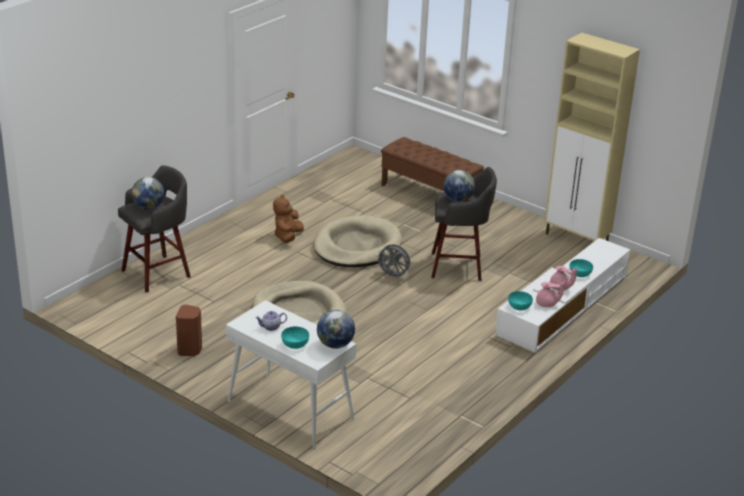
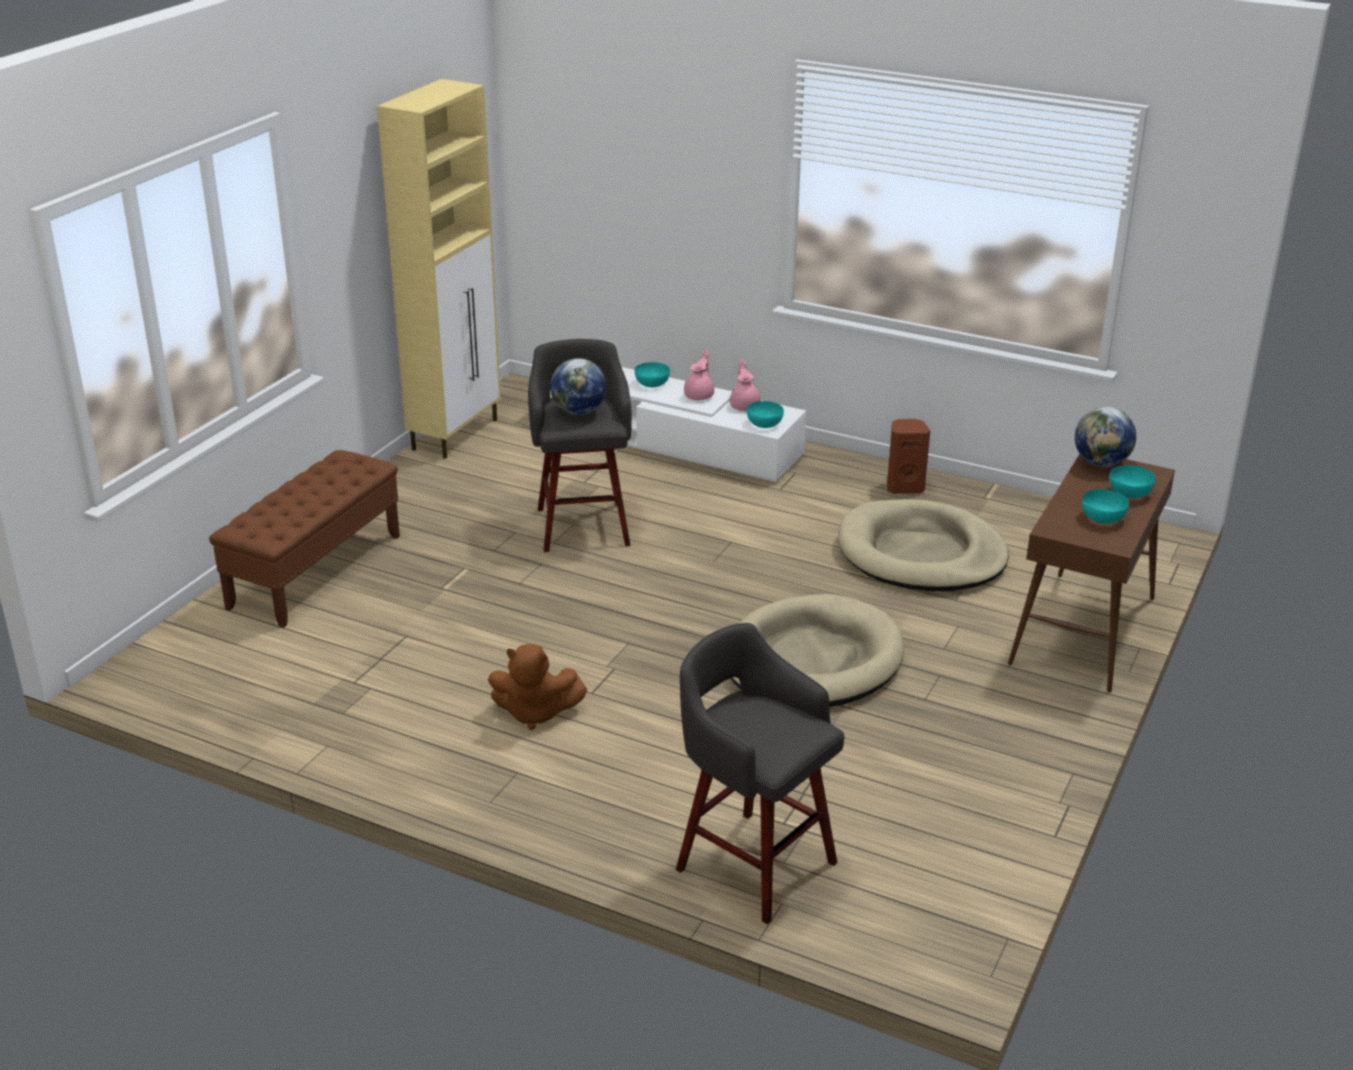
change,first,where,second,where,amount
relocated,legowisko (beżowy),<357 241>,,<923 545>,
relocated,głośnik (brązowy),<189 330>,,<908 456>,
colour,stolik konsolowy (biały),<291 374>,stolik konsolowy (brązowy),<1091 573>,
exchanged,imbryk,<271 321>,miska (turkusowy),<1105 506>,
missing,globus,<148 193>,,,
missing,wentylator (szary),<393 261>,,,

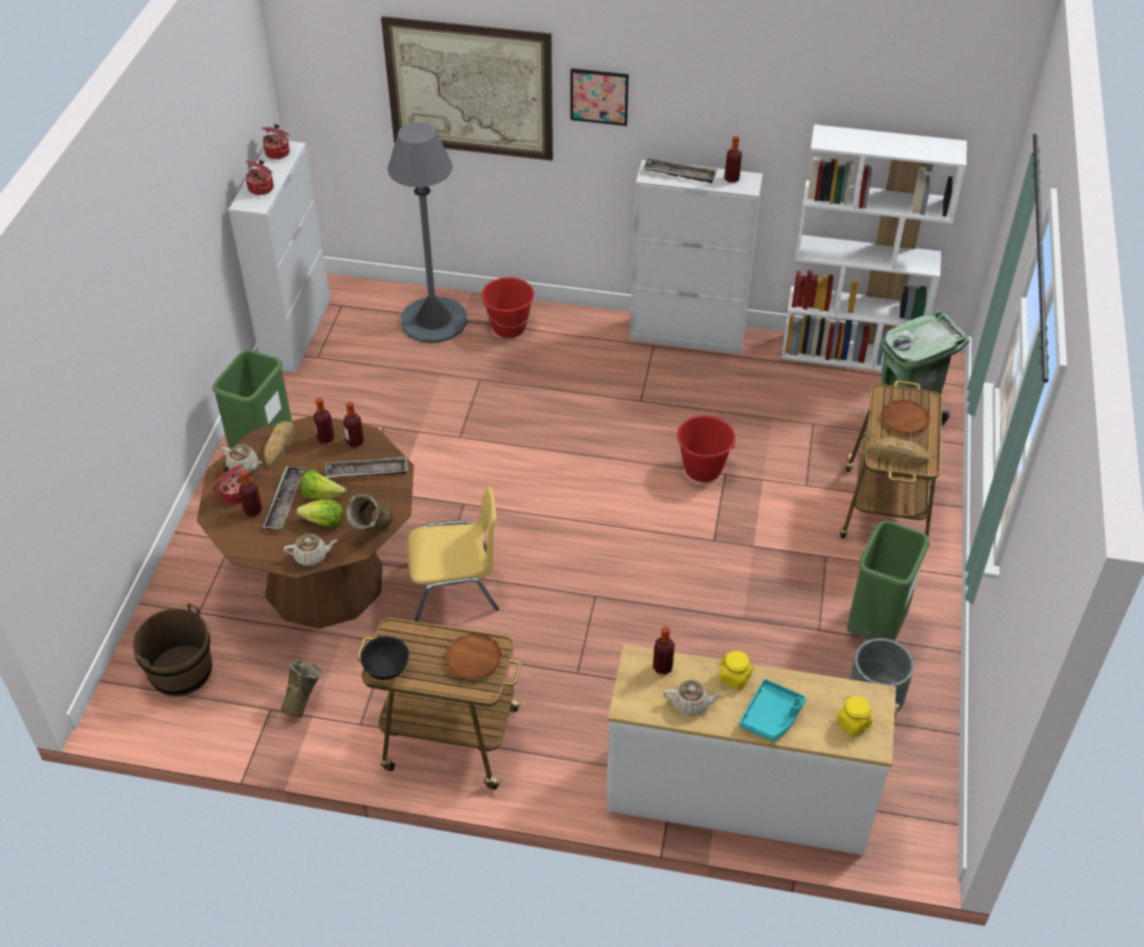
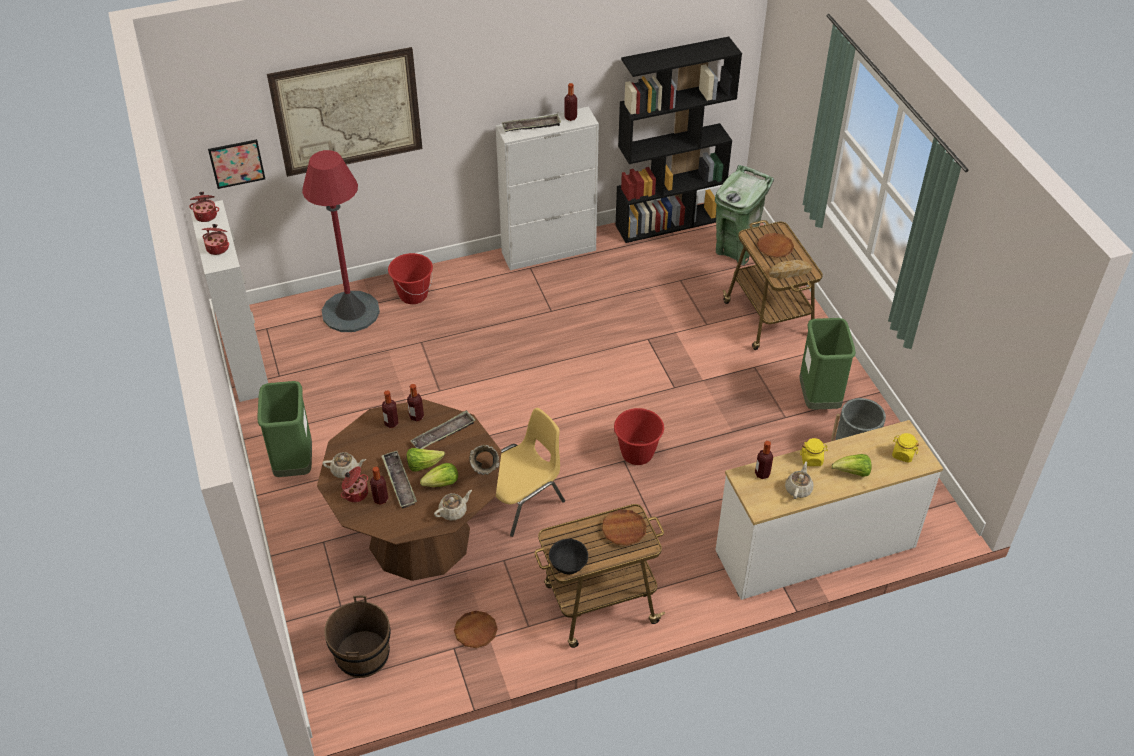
change,first,where,second,where,amount
relocated,obraz,<599 97>,,<236 164>,
colour,lampa stojąca (szary),<427 232>,lampa stojąca (czerwony),<341 241>,
exchanged,wazon (beżowy),<302 689>,talerz (brązowy),<476 629>,
relocated,wiadro (czerwony),<706 449>,,<638 436>,
colour,regał (biały),<874 248>,regał (czarny),<678 140>,
spun,imbryk (beżowy),<693 698>,,<799 480>,45 degrees counterclockwise
exchanged,taca (turkusowy),<772 710>,sałata,<851 465>,
missing,chleb,<279 444>,,,

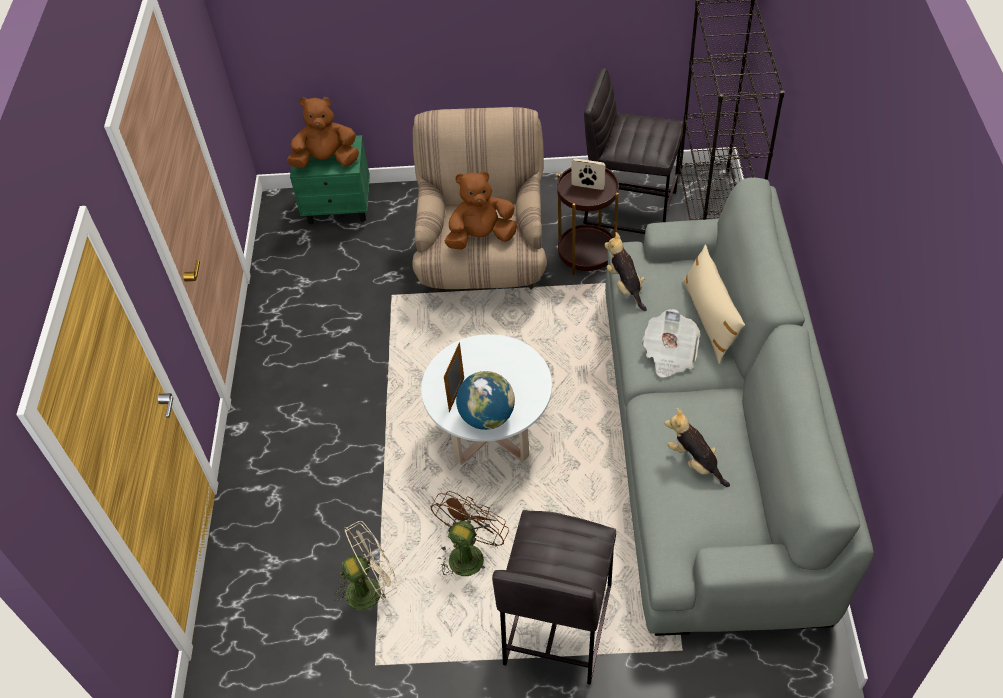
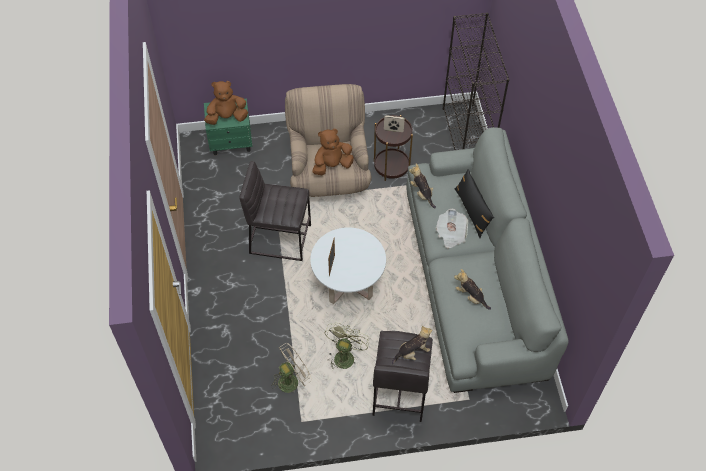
change,first,where,second,where,amount
relocated,stołek (szary),<633 151>,,<275 211>,
colour,wentylator (brązowy),<469 535>,wentylator (zielony),<347 346>,
appeared,,,pluszak,<412 344>,
colour,poduszka (beżowy),<713 304>,poduszka (czarny),<474 203>,
missing,globus,<485 400>,,,

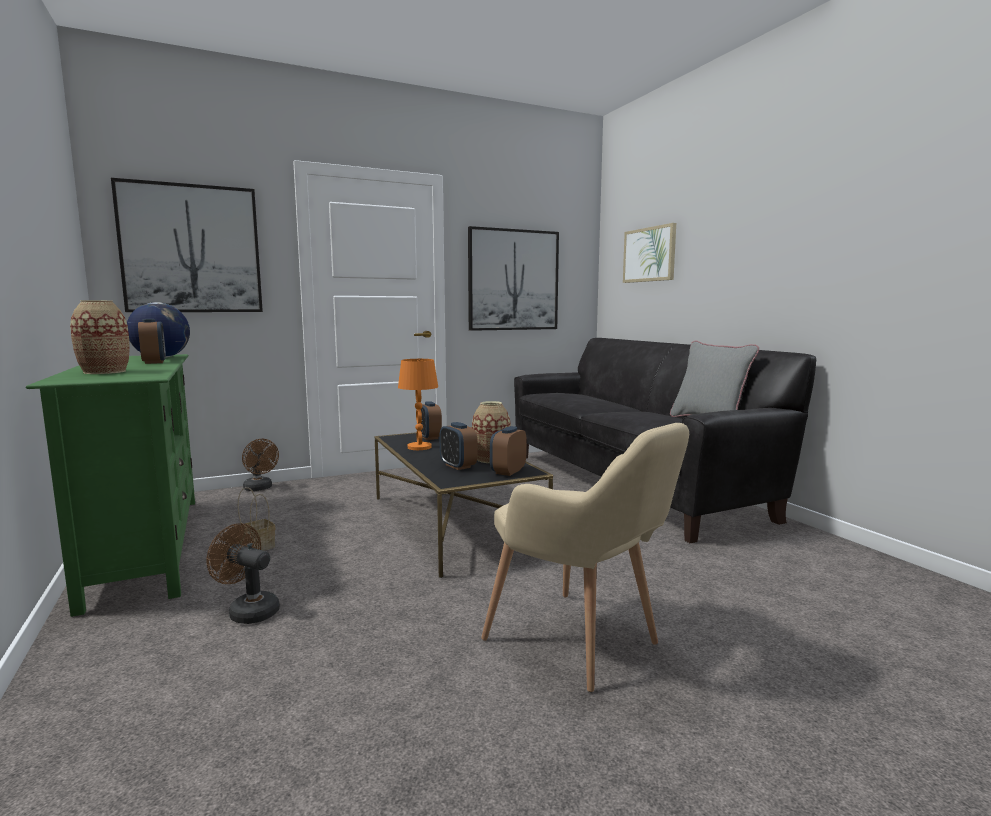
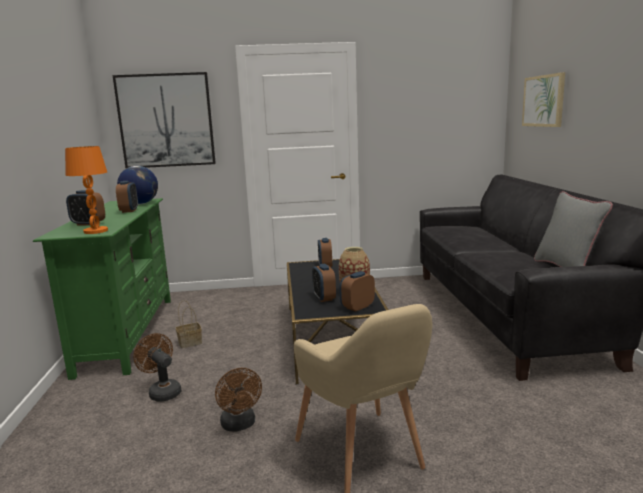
change,first,where,second,where,amount
relocated,lampa stołowa (pomarańczowy),<418 404>,,<86 190>,
exchanged,wazon,<100 337>,budzik,<85 208>,
relocated,wentylator (brązowy),<260 465>,,<238 400>,
missing,obraz,<513 278>,,,

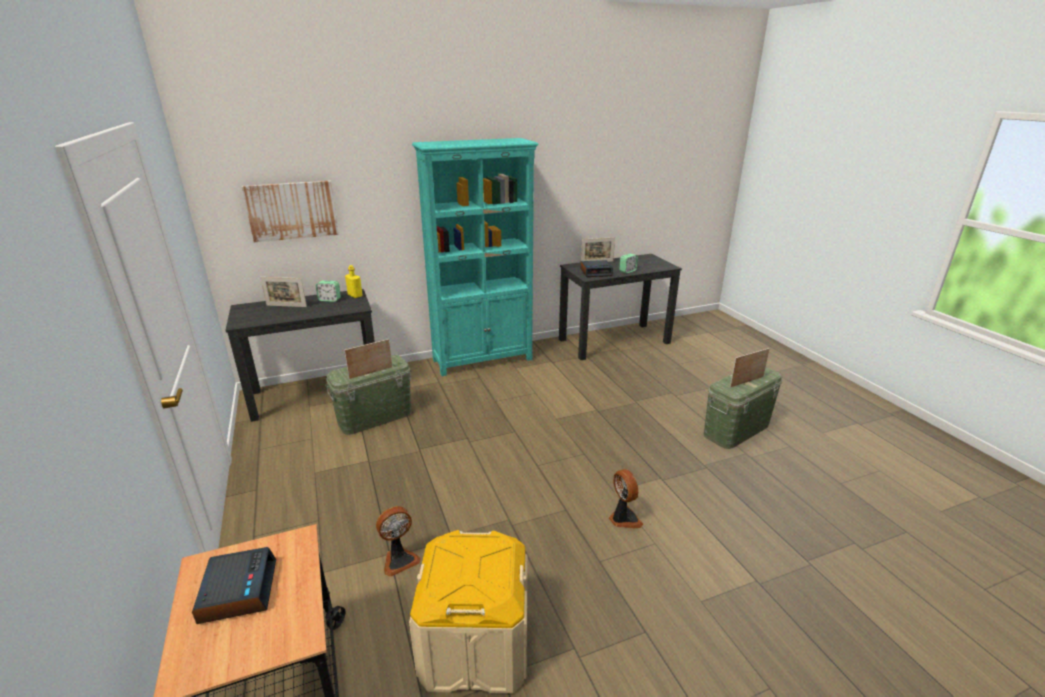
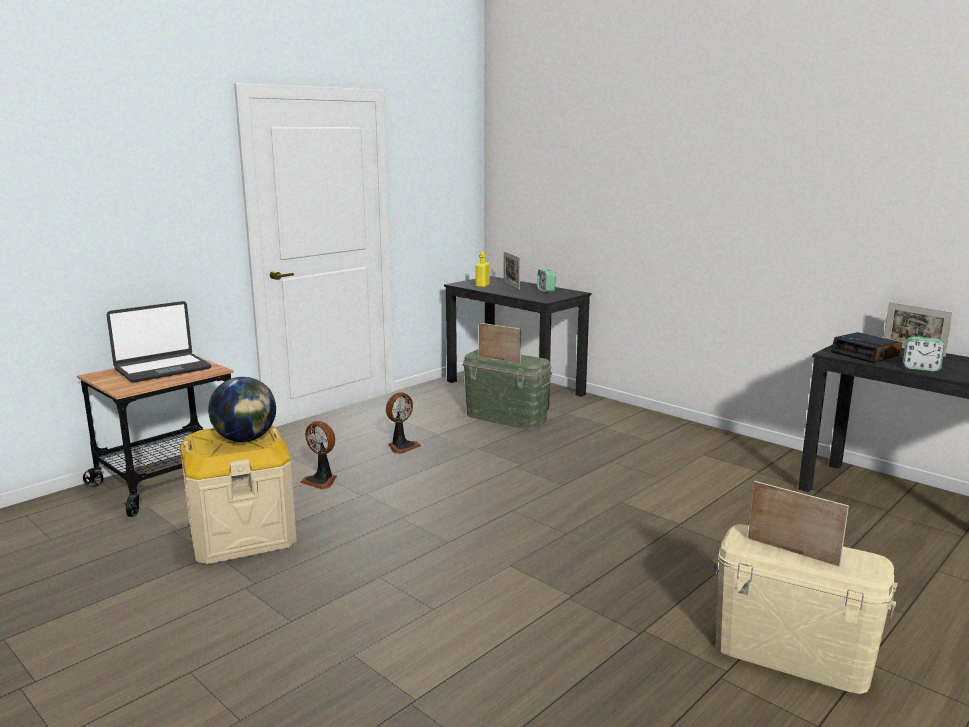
change,first,where,second,where,amount
exchanged,budzik,<234 585>,laptop,<159 342>,
appeared,,,globus,<242 409>,
relocated,wentylator,<626 498>,,<403 423>,
relocated,butelka (żółty),<353 281>,,<482 269>,
colour,pojemnik do przechowywania (zielony),<743 408>,pojemnik do przechowywania (beżowy),<805 609>,
missing,obraz,<290 211>,,,
missing,regał (turkusowy),<475 257>,,,

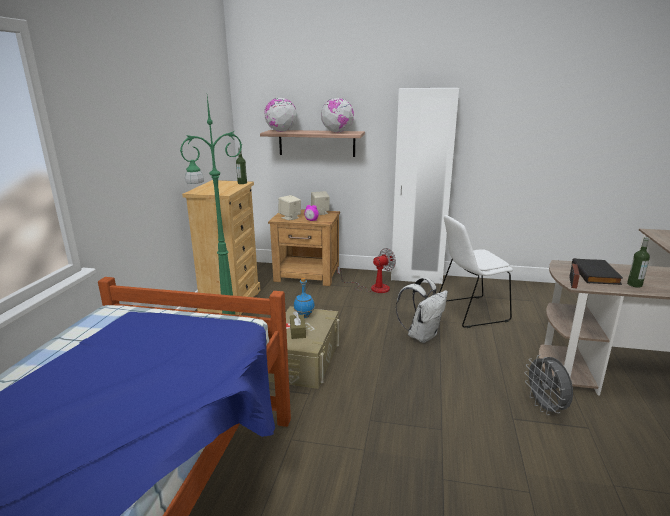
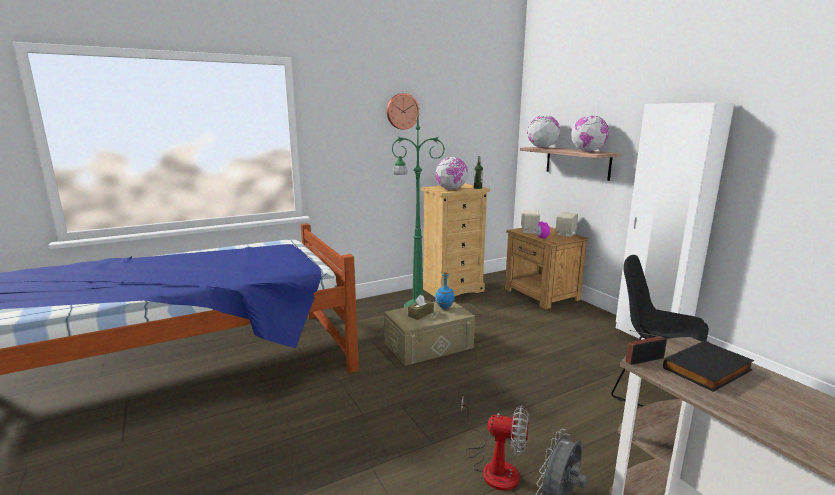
change,first,where,second,where,amount
appeared,,,zegar ścienny,<403 111>,
appeared,,,globus,<451 173>,
relocated,wentylator,<366 270>,,<495 443>,
colour,krzesło (biały),<476 271>,krzesło (czarny),<660 331>,
missing,plecak (biały),<422 310>,,,
missing,butelka,<638 262>,,,

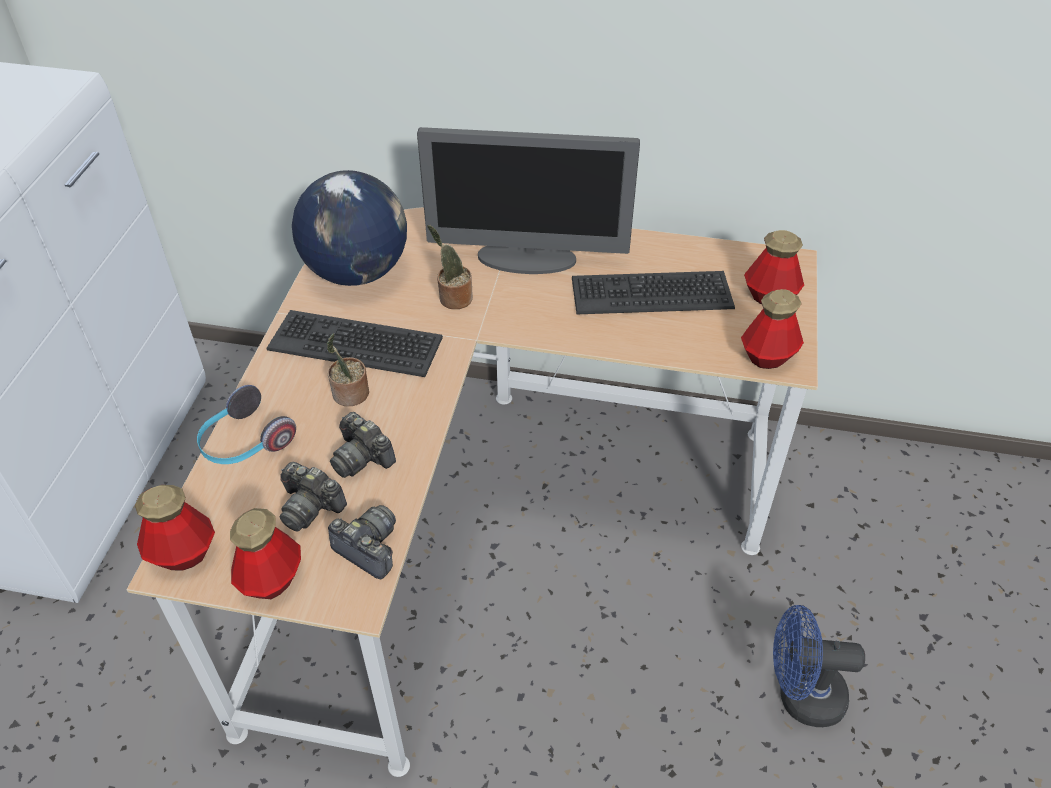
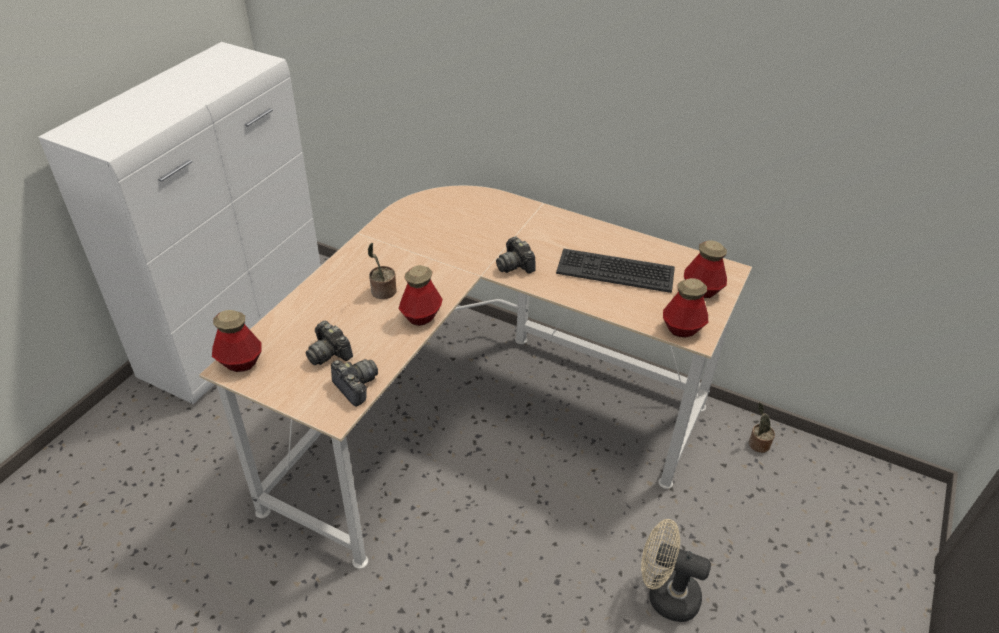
change,first,where,second,where,amount
relocated,butelka,<265 553>,,<420 295>,
relocated,aparat fotograficzny,<363 445>,,<516 255>,
colour,wentylator (niebieski),<819 666>,wentylator (beżowy),<676 570>,
relocated,roślina doniczkowa,<450 267>,,<762 427>,
missing,słuchawki,<246 424>,,,
missing,klawiatura,<355 343>,,,
missing,globus,<349 228>,,,
missing,monitor,<528 200>,,,

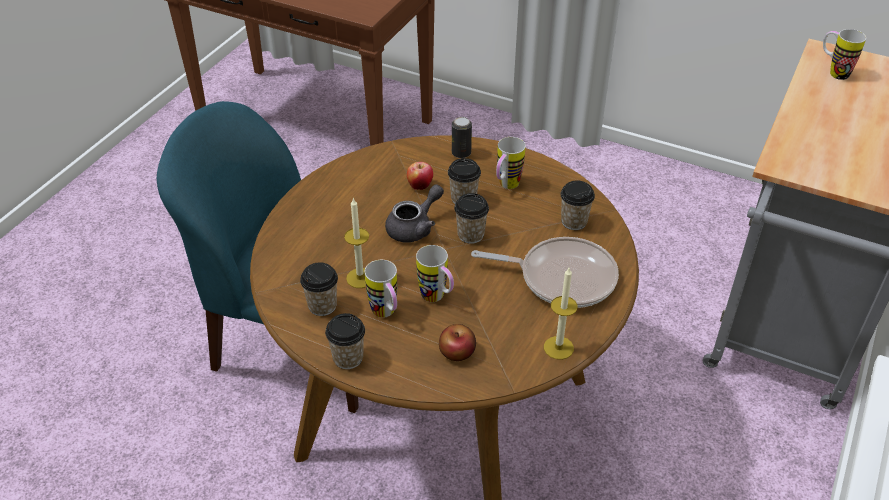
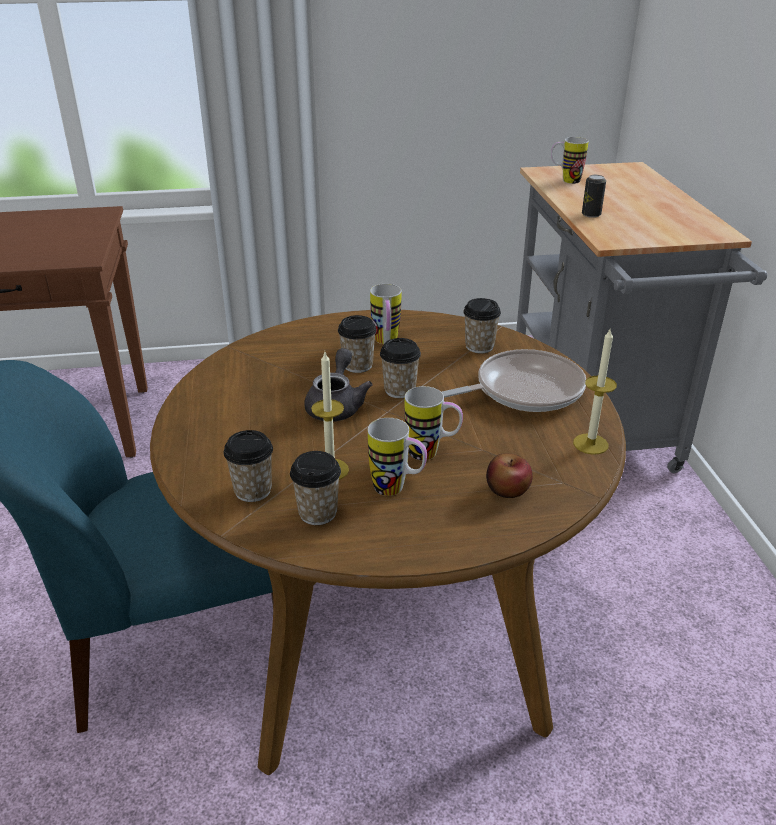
change,first,where,second,where,amount
relocated,filiżanka,<345 341>,,<248 466>,
relocated,puszka,<462 137>,,<594 196>,
missing,jabłko,<420 176>,,,

